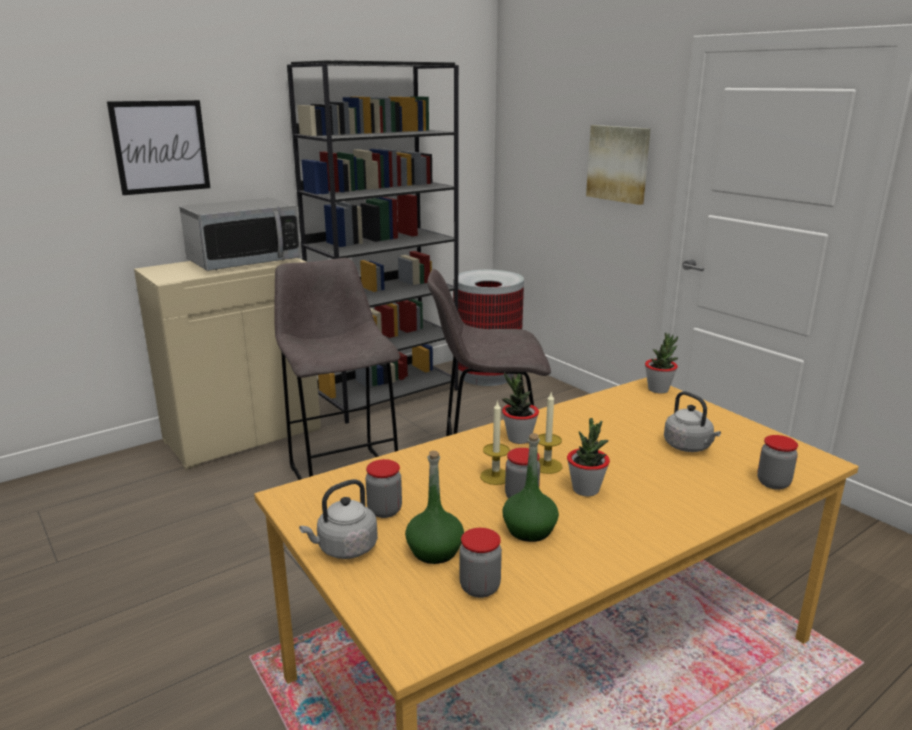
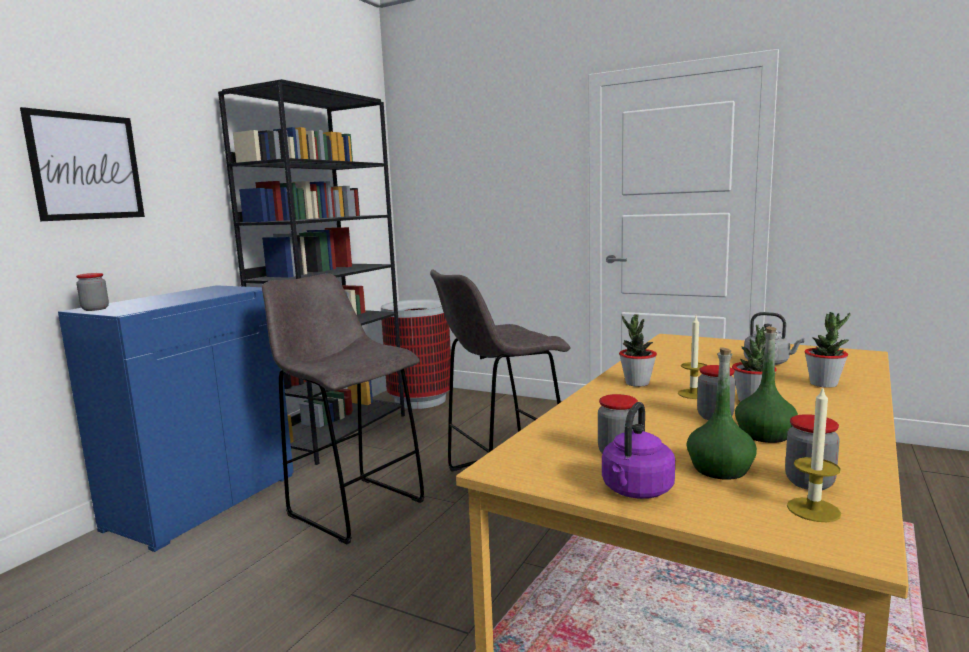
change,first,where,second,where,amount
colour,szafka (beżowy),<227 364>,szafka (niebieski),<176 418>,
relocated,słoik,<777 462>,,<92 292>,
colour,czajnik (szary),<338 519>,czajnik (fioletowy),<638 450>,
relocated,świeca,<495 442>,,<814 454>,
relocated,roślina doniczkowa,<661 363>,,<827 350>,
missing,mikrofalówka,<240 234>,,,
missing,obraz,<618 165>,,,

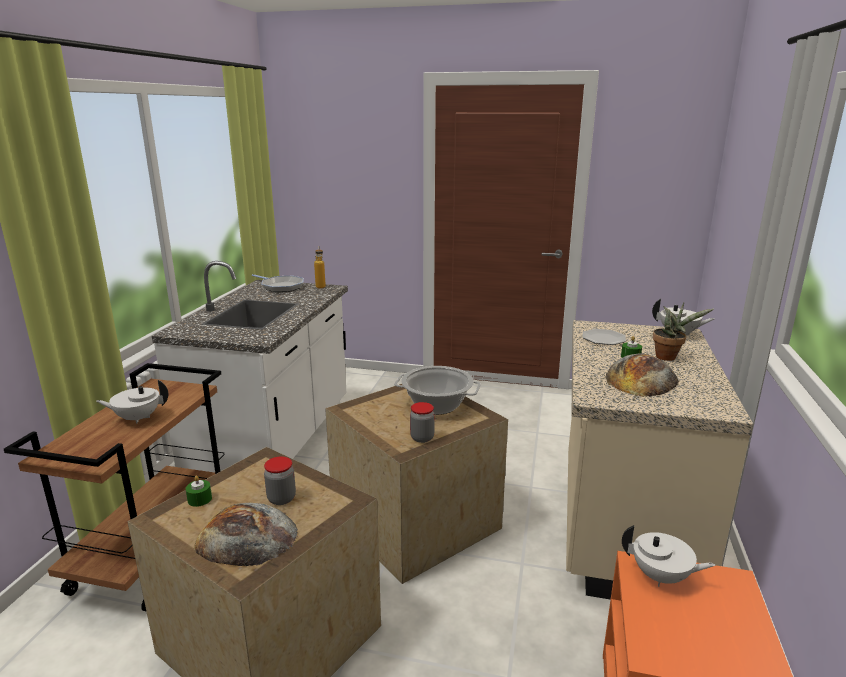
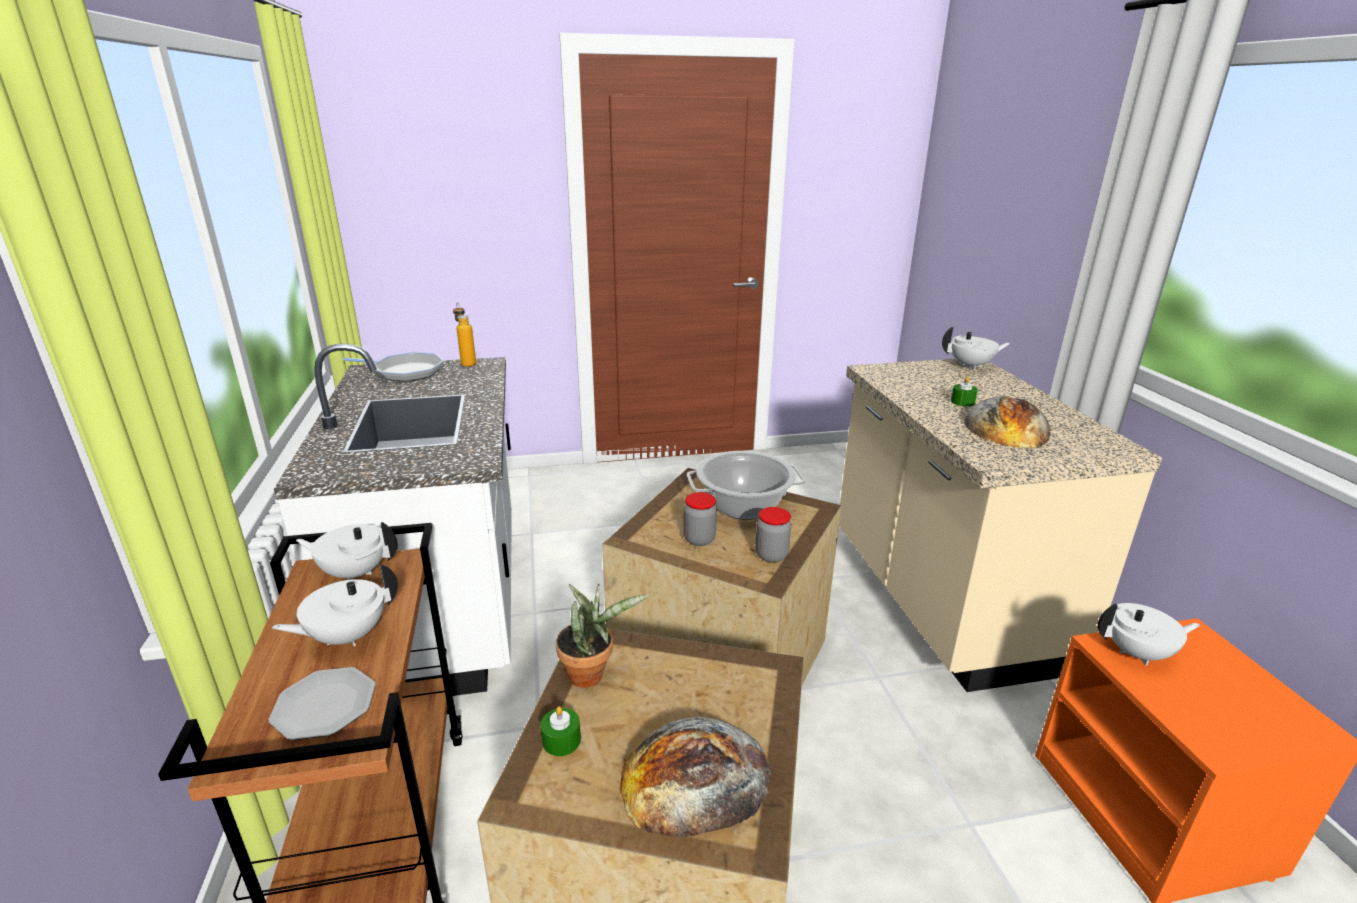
change,first,where,second,where,amount
relocated,talerz,<604 337>,,<322 703>,
appeared,,,imbryk (biały),<347 551>,
relocated,roślina doniczkowa,<683 331>,,<602 636>,
relocated,słoik,<280 481>,,<700 519>,

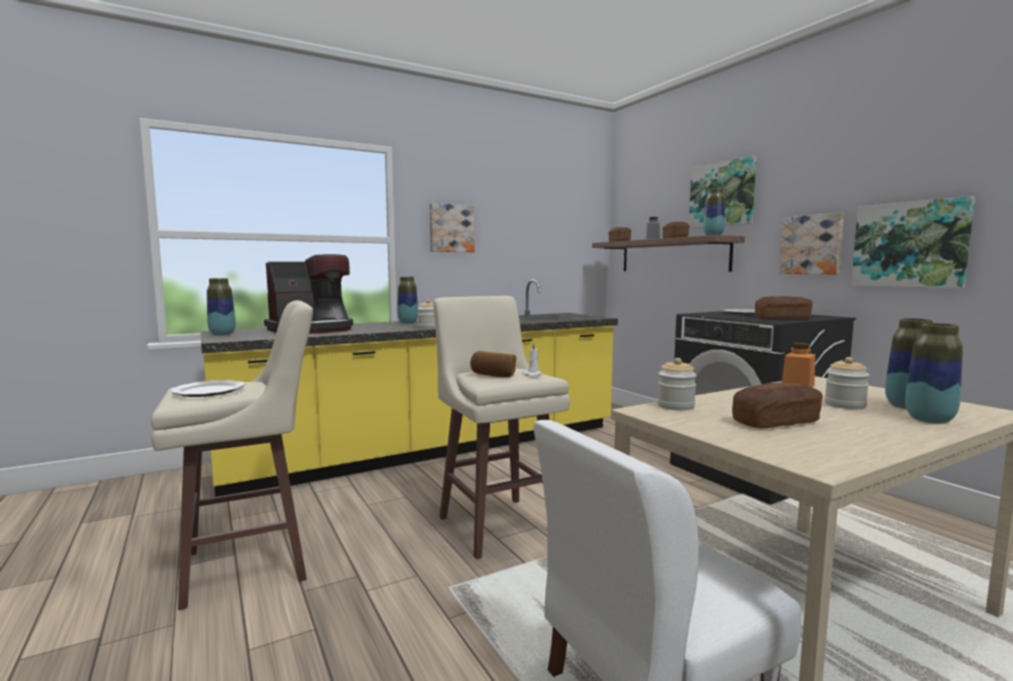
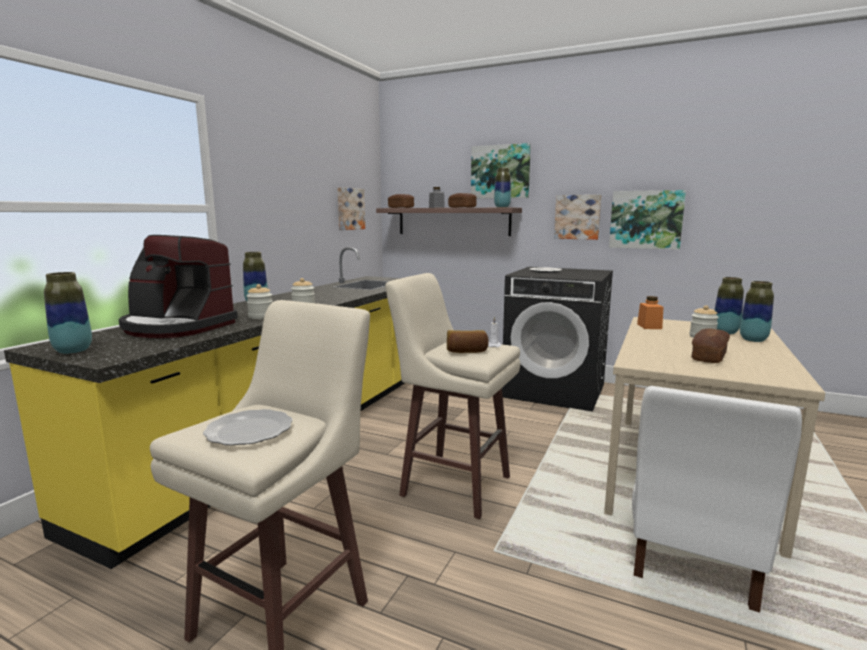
change,first,where,second,where,amount
spun,ekspres do kawy,<308 294>,,<178 286>,90 degrees clockwise
relocated,słoik,<677 384>,,<259 301>,
relocated,obraz,<452 227>,,<351 208>,
missing,chleb,<784 307>,,,

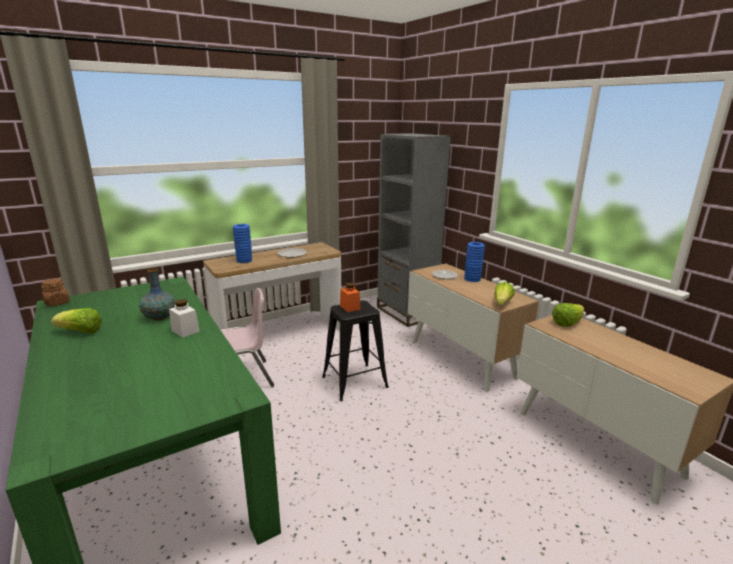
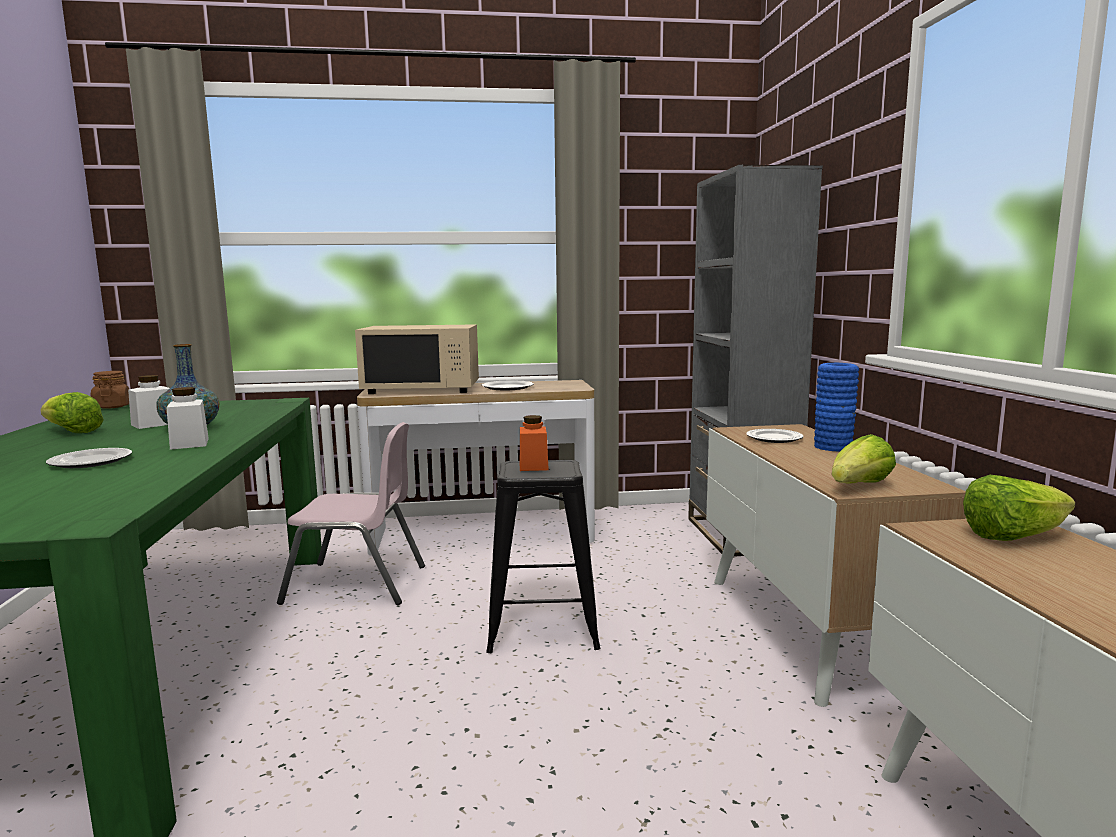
change,first,where,second,where,amount
appeared,,,talerz,<89 458>,
appeared,,,słoik (biały),<149 402>,
exchanged,wazon (niebieski),<242 243>,mikrofalówka (beżowy),<417 359>,

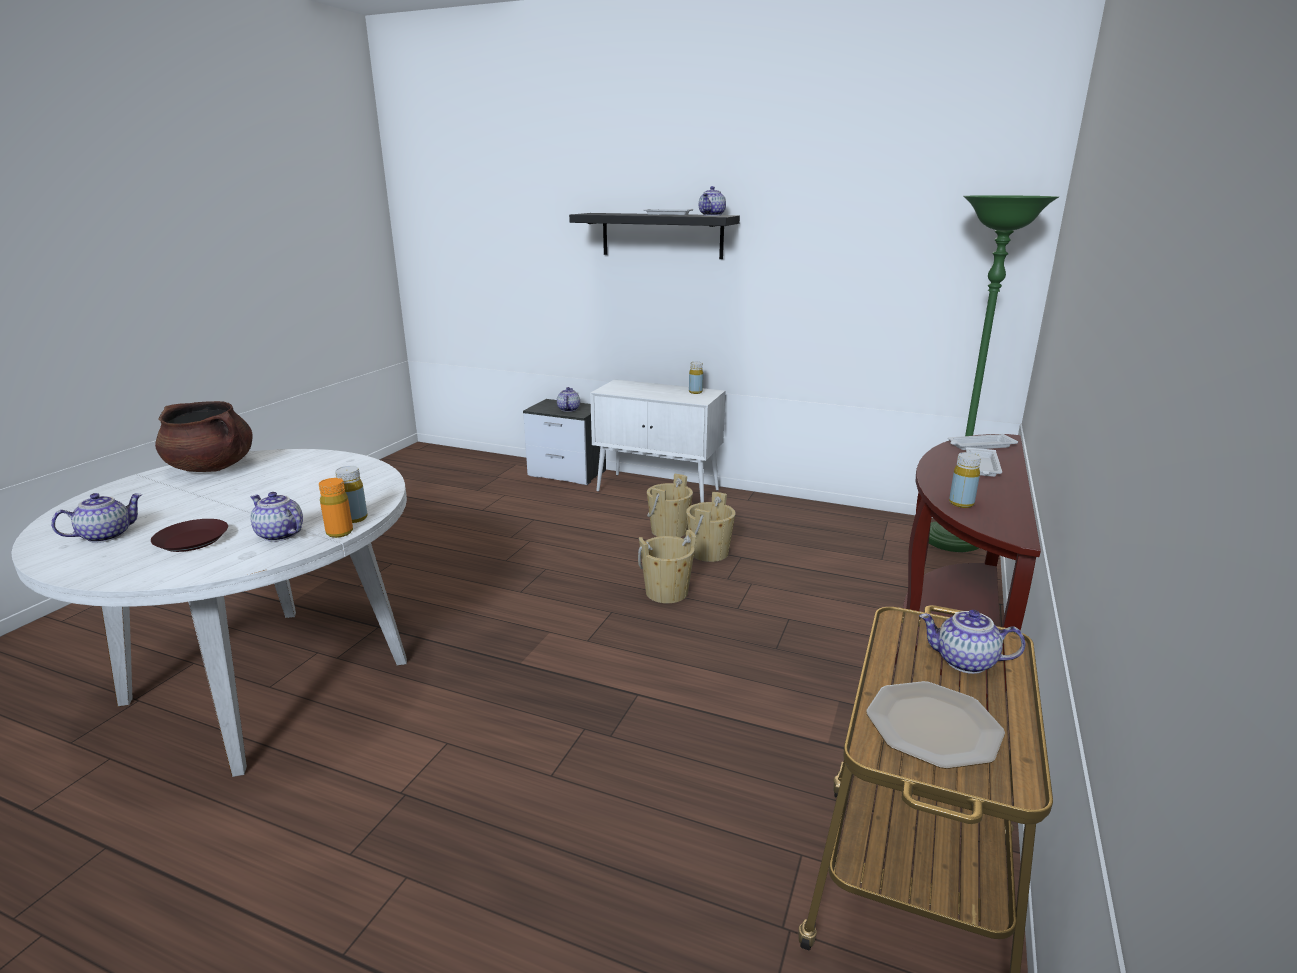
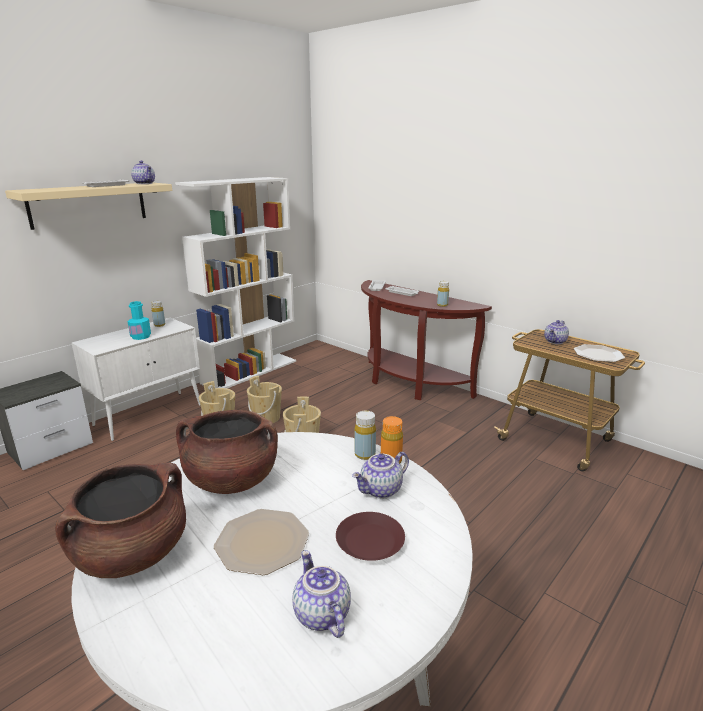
change,first,where,second,where,amount
colour,półka (czarny),<654 236>,półka (beżowy),<88 206>,
appeared,,,butelka (turkusowy),<139 320>,
appeared,,,regał (biały),<235 282>,
appeared,,,garnek (brązowy),<227 452>,
appeared,,,talerz,<261 542>,
missing,imbryk,<568 399>,,,
missing,lampa stojąca (zielony),<994 373>,,,

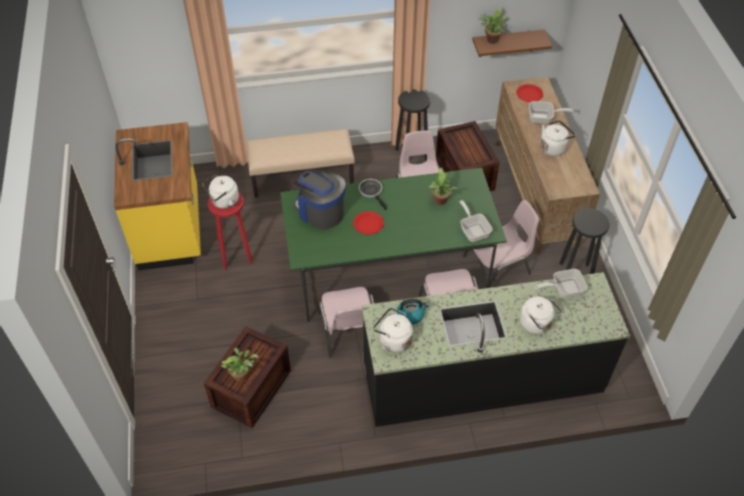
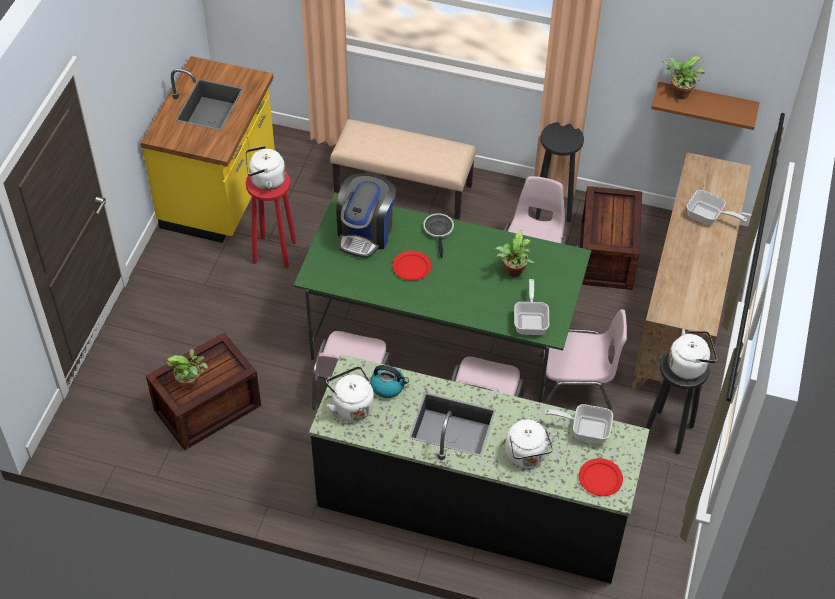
change,first,where,second,where,amount
spun,ekspres do kawy,<320 200>,,<366 215>,135 degrees counterclockwise
relocated,talerz (czerwony),<529 93>,,<601 477>,
relocated,czajnik (biały),<558 138>,,<692 354>,

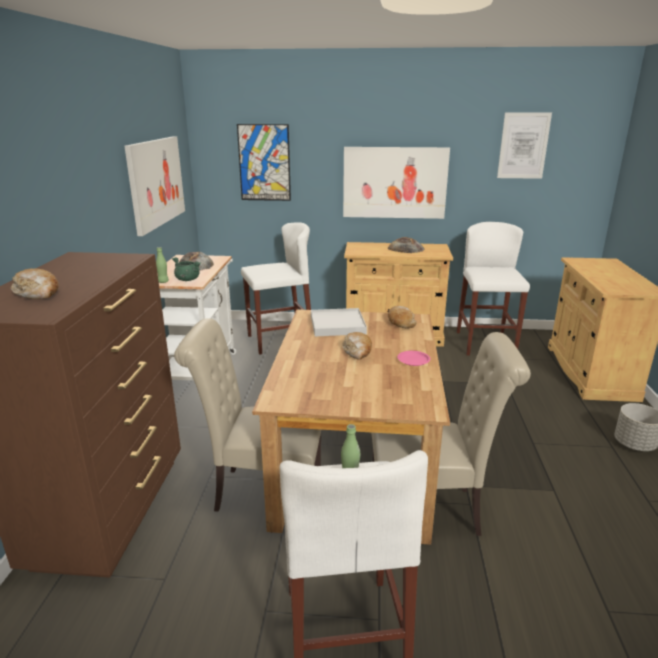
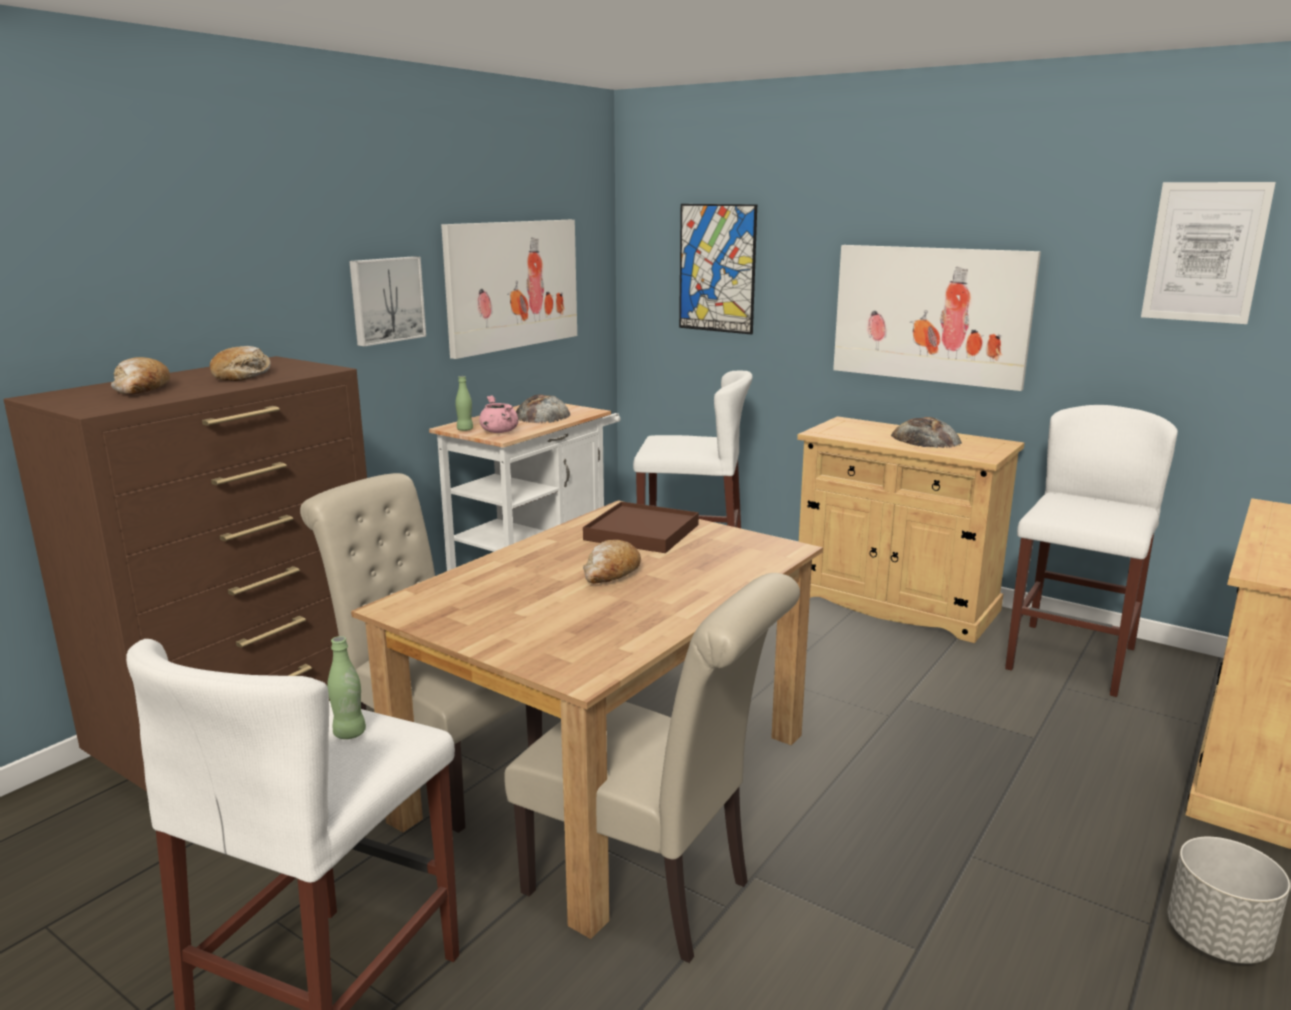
change,first,where,second,where,amount
relocated,chleb,<402 317>,,<240 363>,
appeared,,,obraz,<387 301>,
colour,garnek (zielony),<186 269>,garnek (różowy),<498 414>,
colour,taca (biały),<339 322>,taca (brązowy),<641 527>,
missing,talerz (różowy),<413 358>,,,

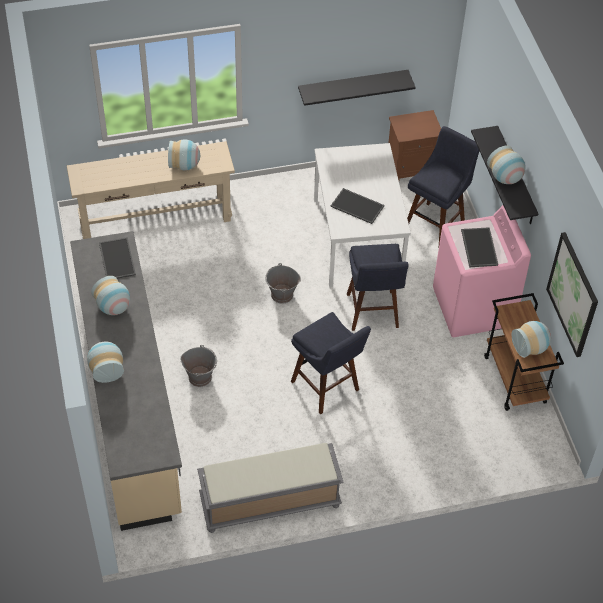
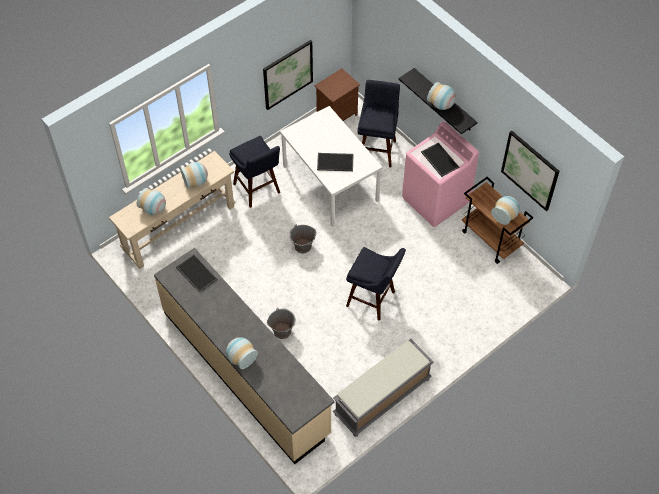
change,first,where,second,where,amount
relocated,wazon,<110 295>,,<151 201>,
relocated,stołek (niebieski),<378 287>,,<254 172>,
exchanged,półka (czarny),<357 88>,obraz,<288 75>,

